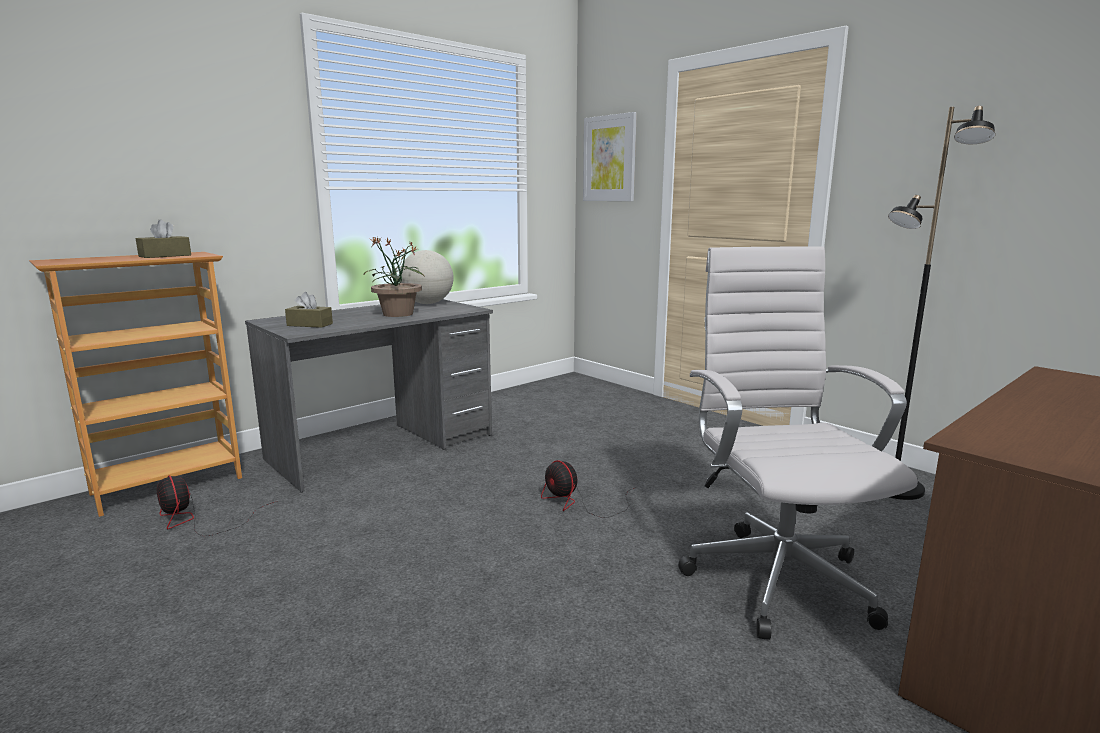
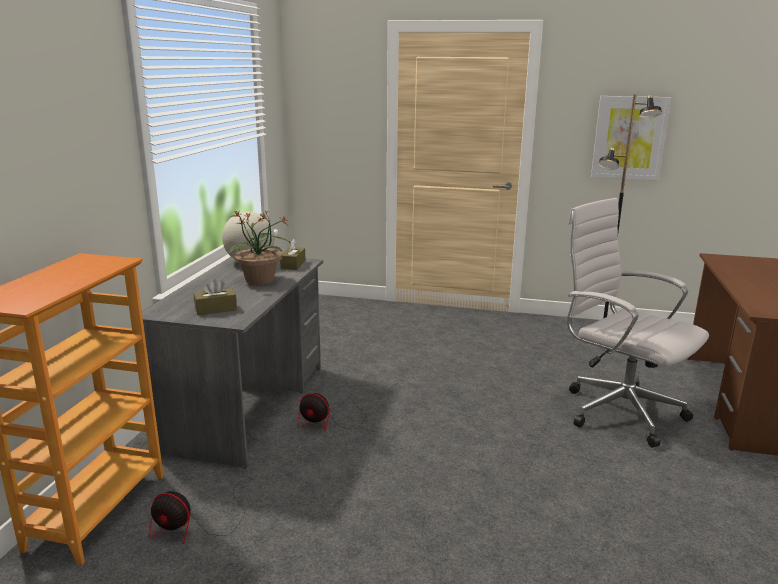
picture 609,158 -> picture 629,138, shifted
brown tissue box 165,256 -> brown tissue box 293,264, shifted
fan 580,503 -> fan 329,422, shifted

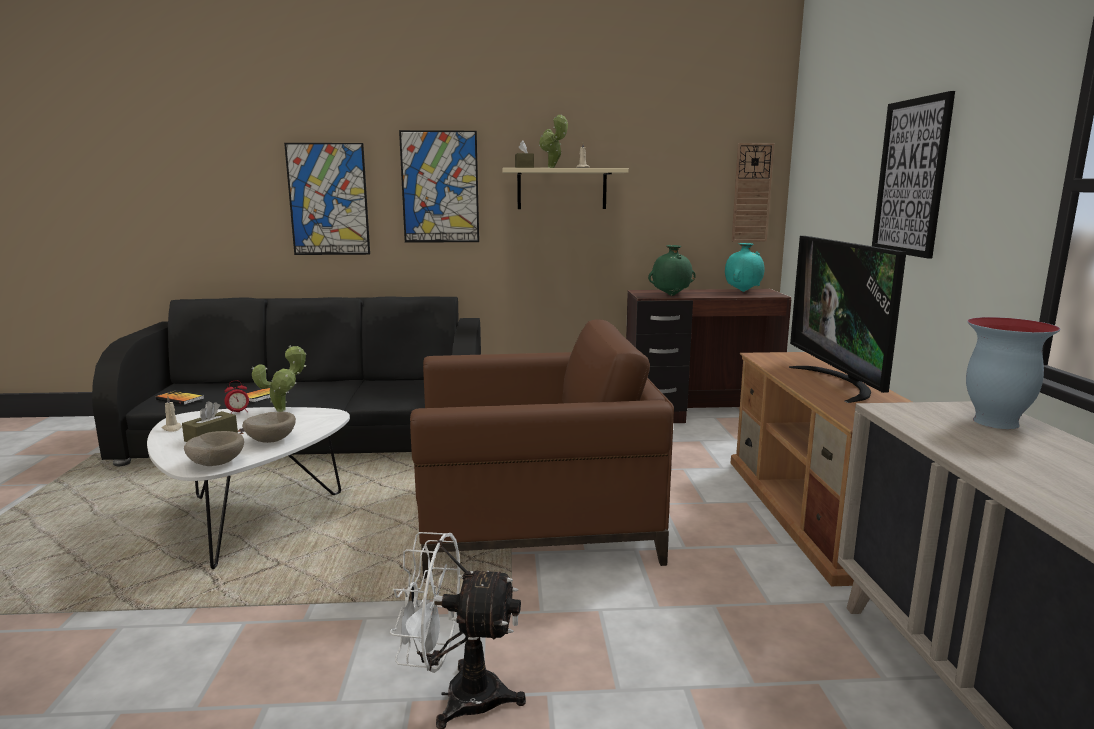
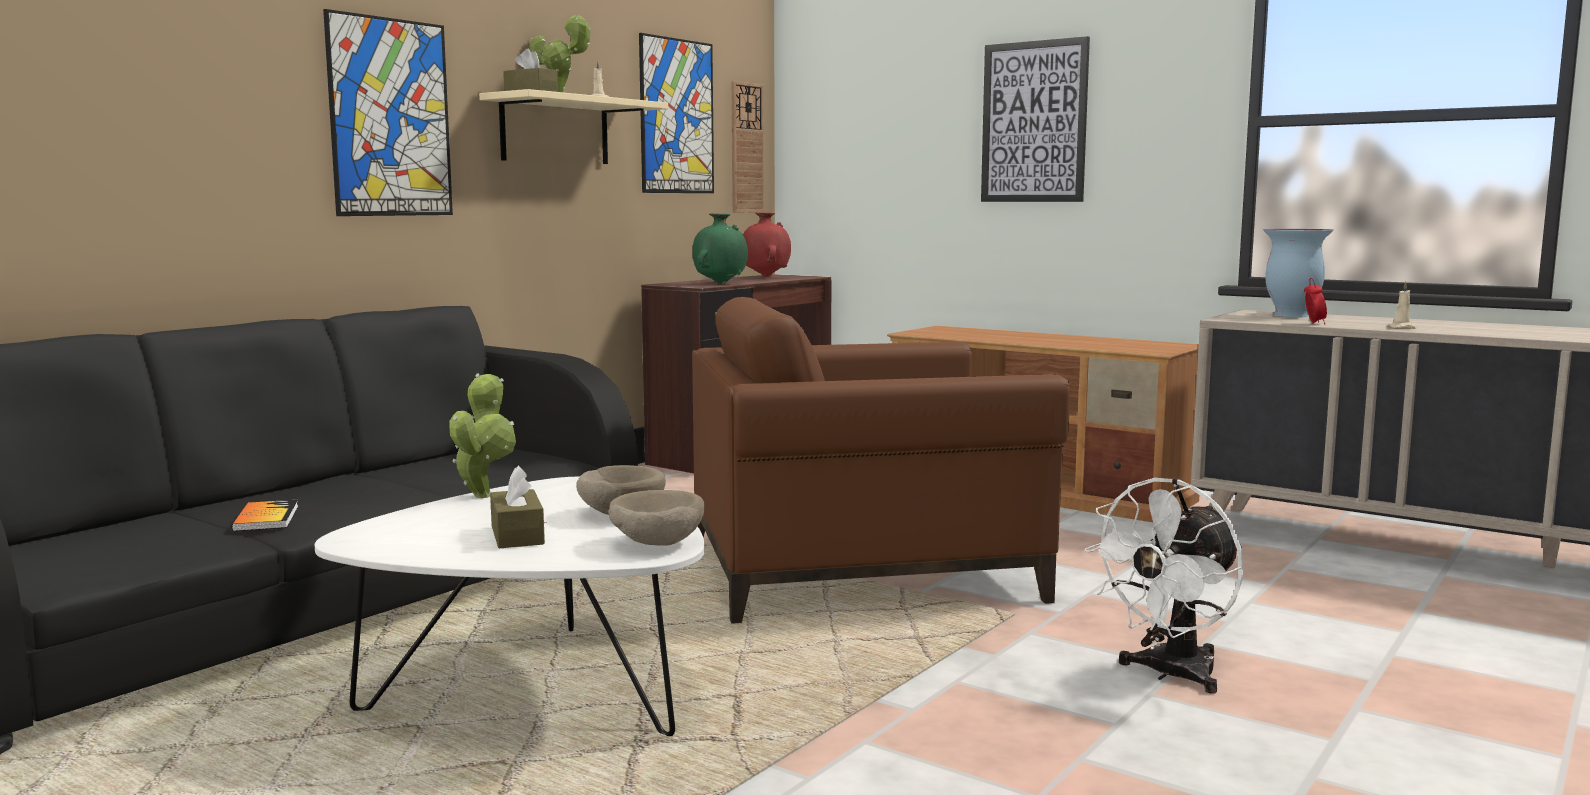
picture 328,199 -> picture 677,116, shifted
television 839,383 -> none
turquoise vase 742,291 -> red vase 765,276
brown armchair 534,520 -> brown armchair 861,567, 135 degrees counterclockwise
alarm clock 238,412 -> alarm clock 1314,323, shifted
book 180,399 -> none
beige candle 172,428 -> beige candle 1403,328, shifted

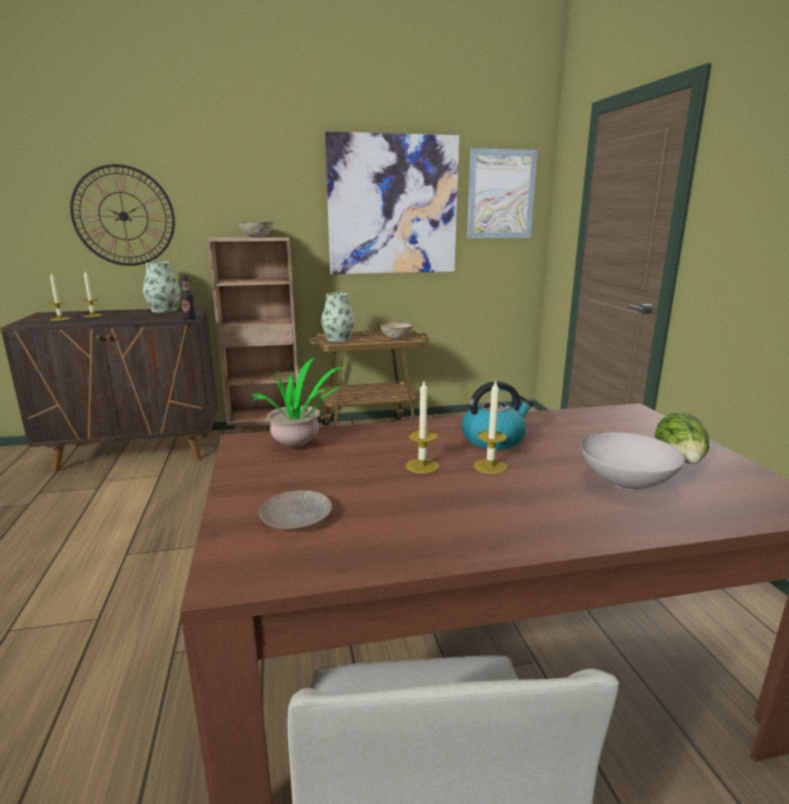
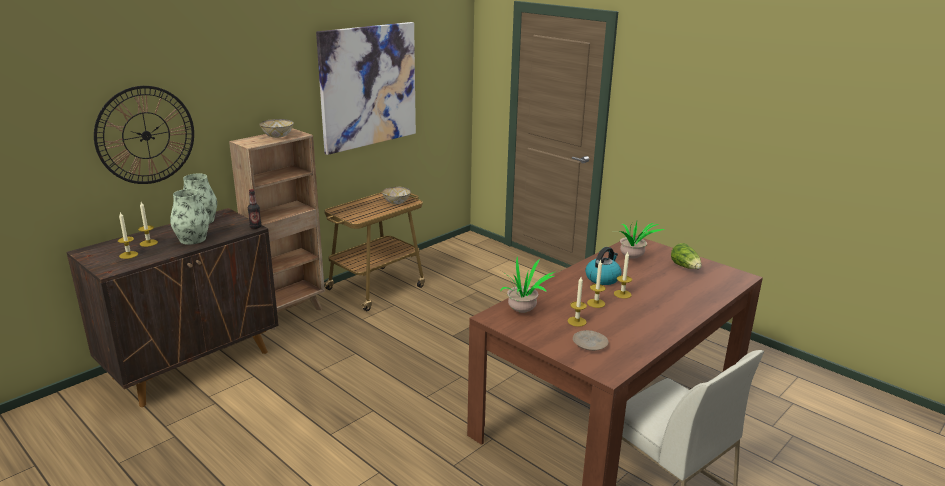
picture 501,194 -> none
vase 338,339 -> vase 192,239, shifted
white bowl 626,482 -> none
none -> potted plant 632,258
none -> candle 577,321

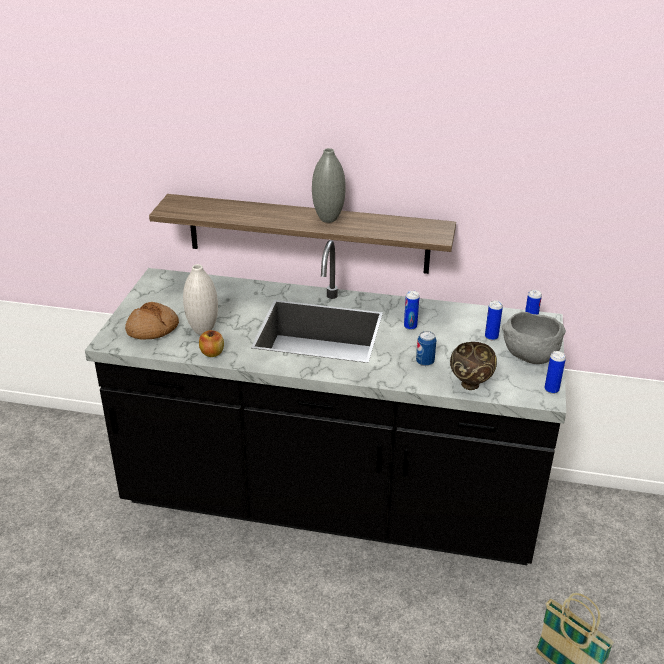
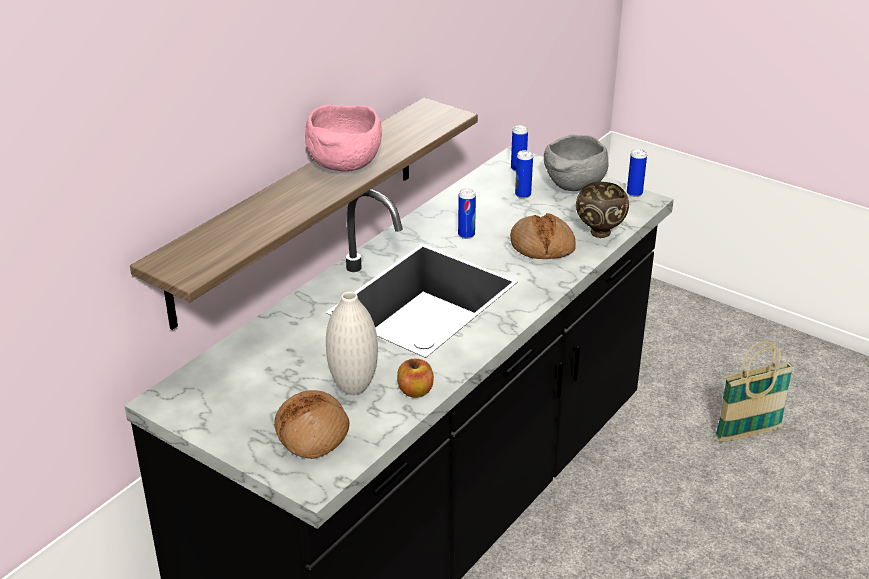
grey vase 328,219 -> pink bowl 345,165
can 425,362 -> bread 542,246

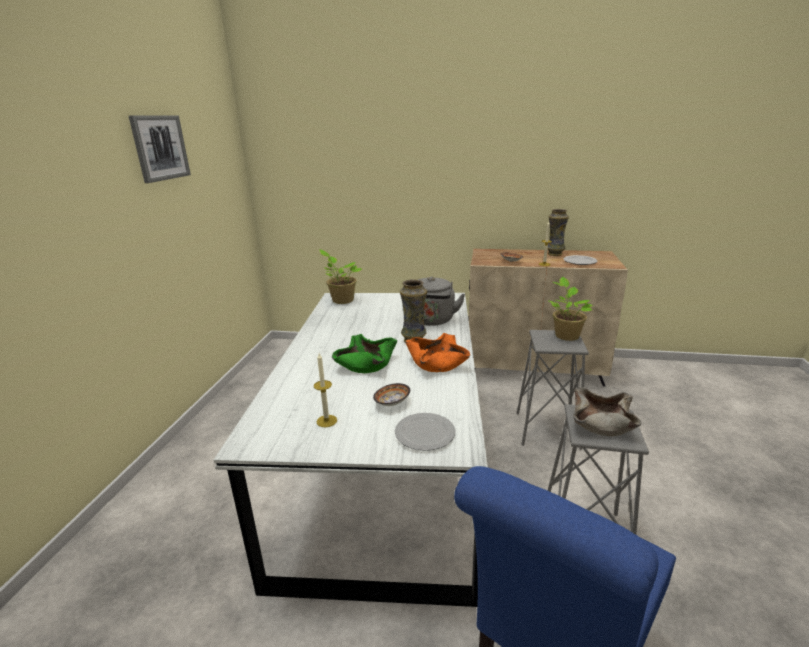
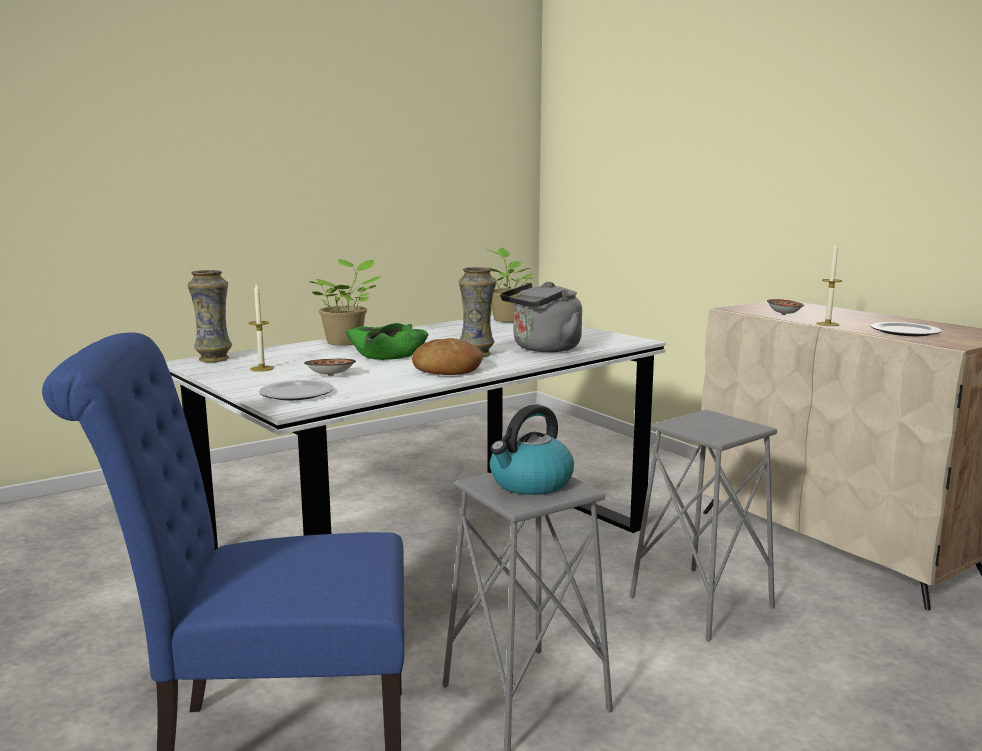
picture 160,148 -> none
vase 554,254 -> vase 214,359, shifted
potted plant 566,335 -> potted plant 346,342, shifted
orange bowl 438,362 -> bread 446,370
beige bowl 600,423 -> kettle 530,483

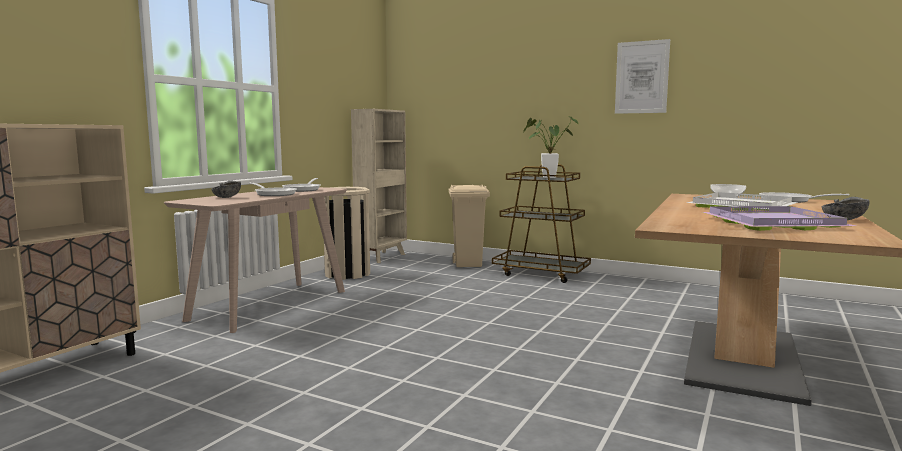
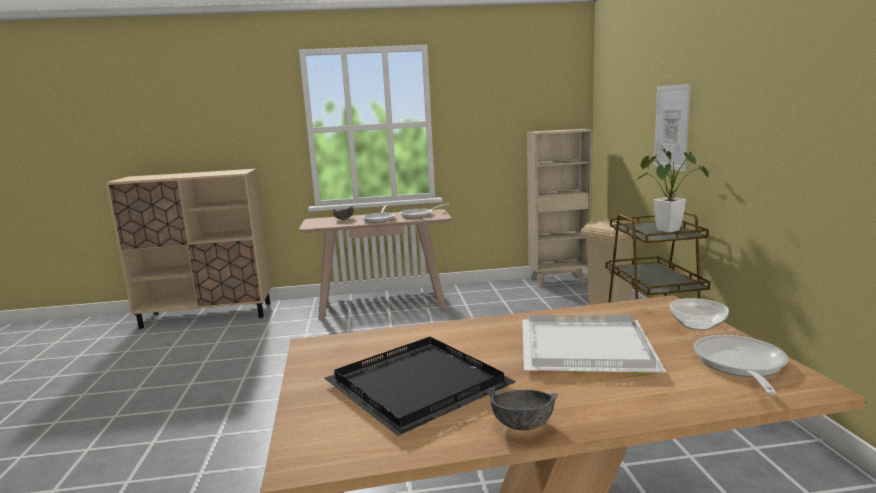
picture 641,77 -> picture 671,127, shifted
beige trash can 347,274 -> none
purple tray 773,223 -> black tray 421,386

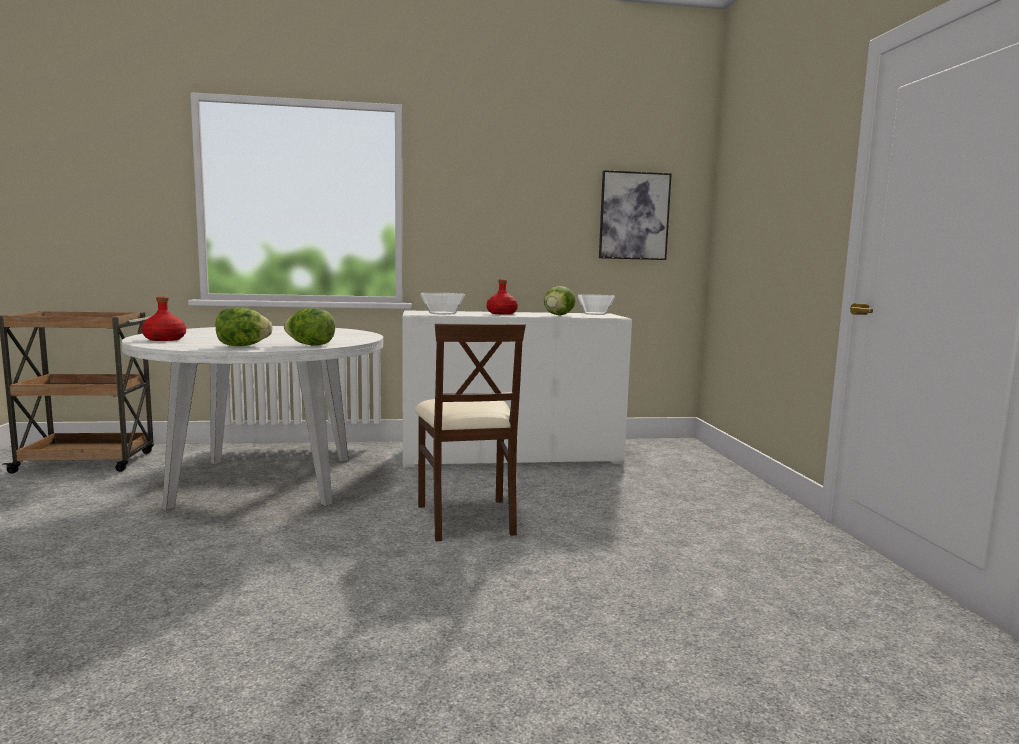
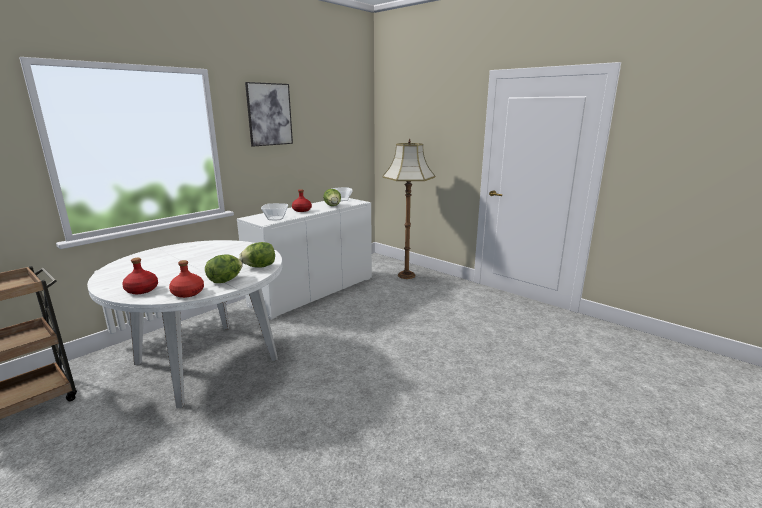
picture 634,216 -> picture 269,114, shifted
beige chair 467,518 -> none
none -> floor lamp 406,276
none -> red bottle 187,293

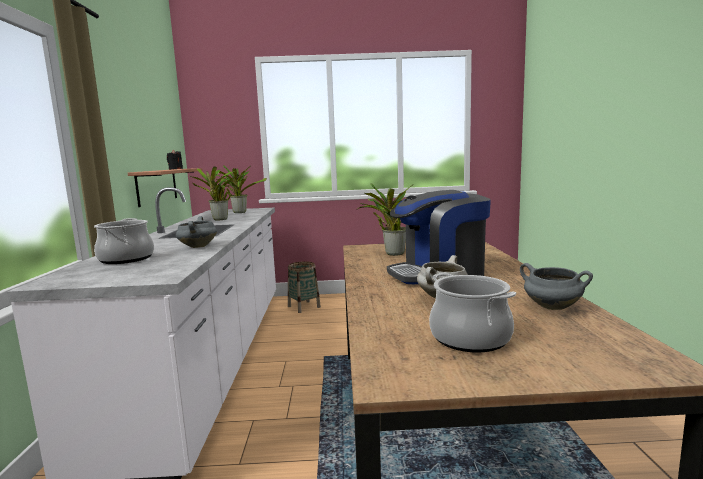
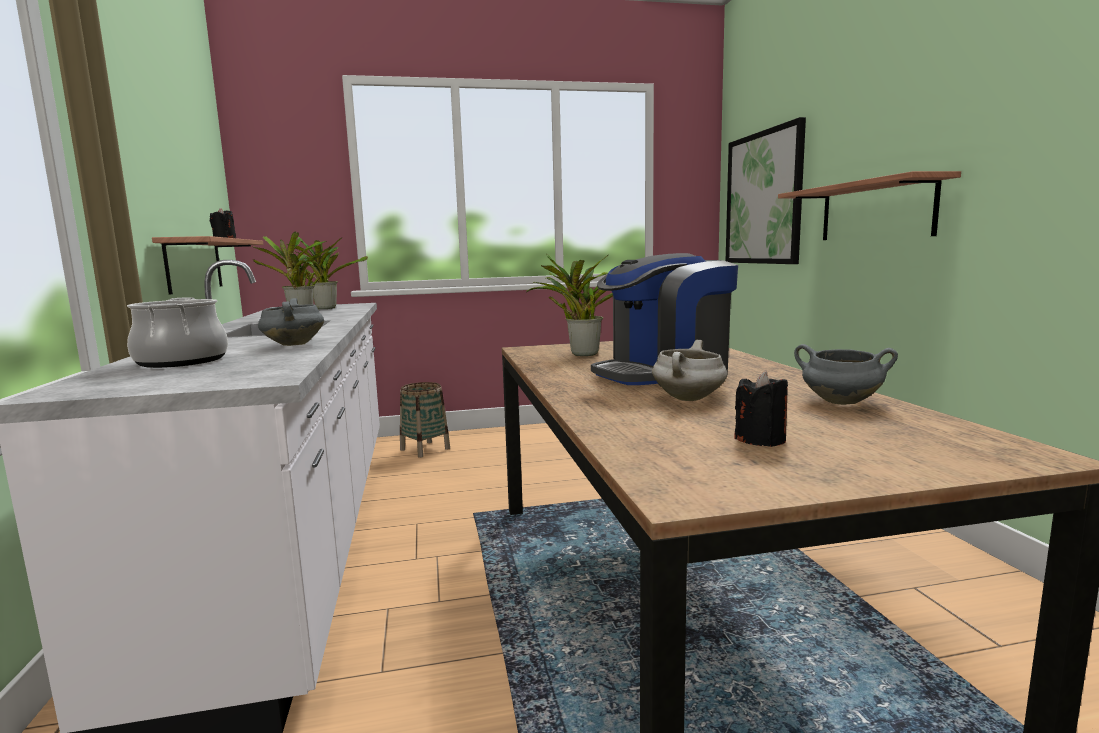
cooking pot 470,338 -> black candle 760,440
none -> picture 763,198
none -> shelf 875,211

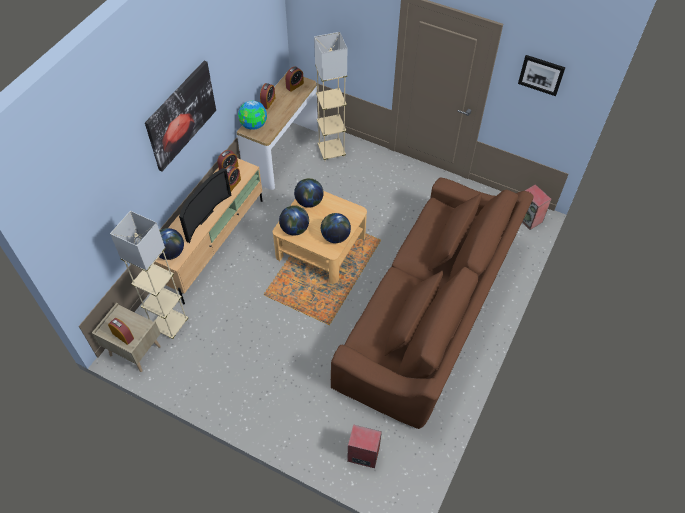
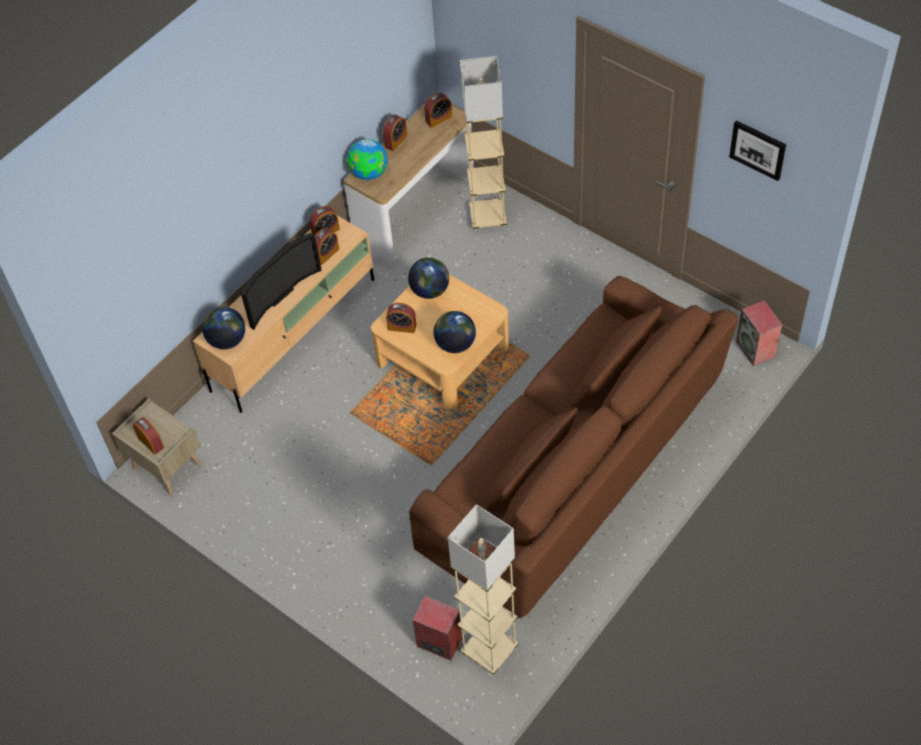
picture 181,115 -> none
globe 295,229 -> alarm clock 402,327
beige floor lamp 170,324 -> beige floor lamp 489,650, shifted

